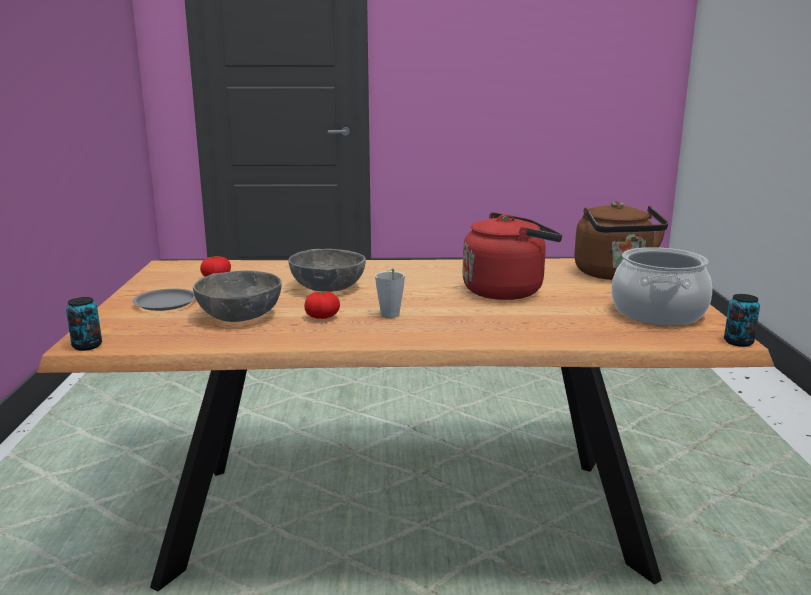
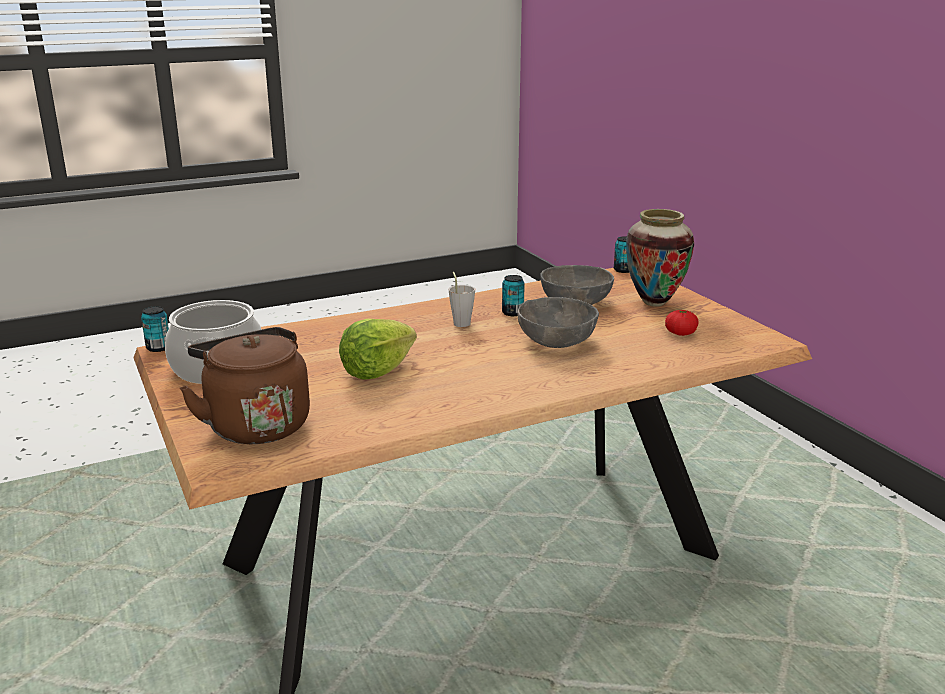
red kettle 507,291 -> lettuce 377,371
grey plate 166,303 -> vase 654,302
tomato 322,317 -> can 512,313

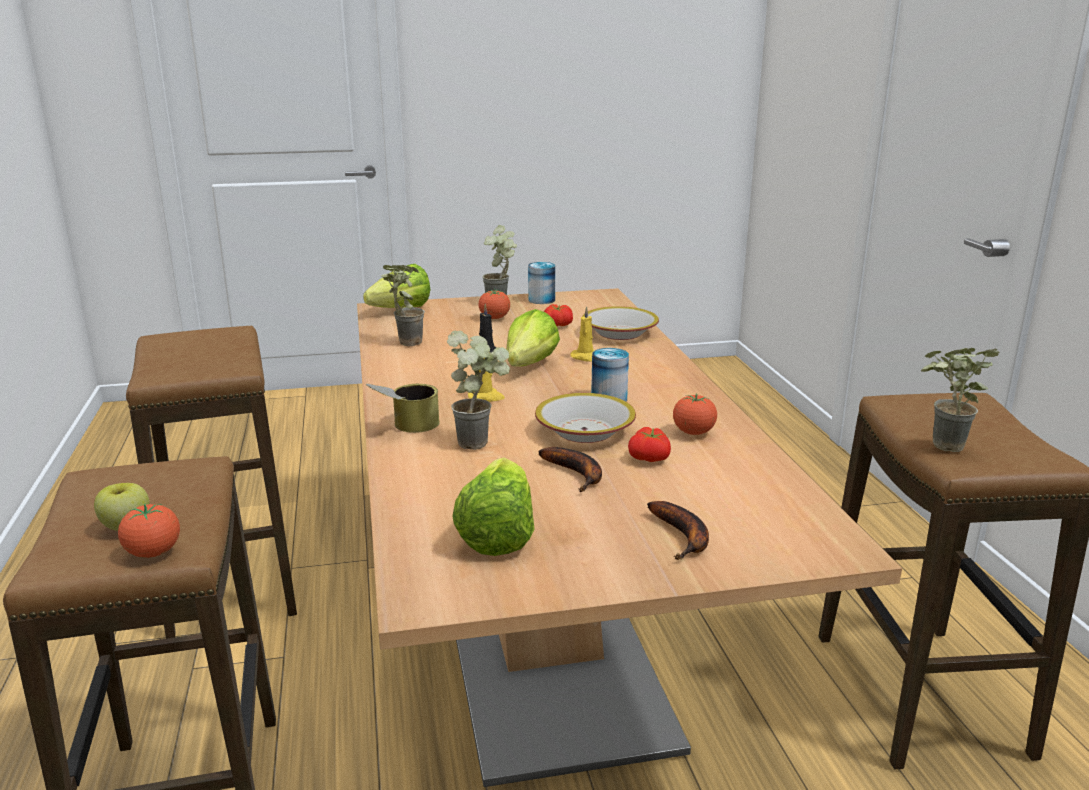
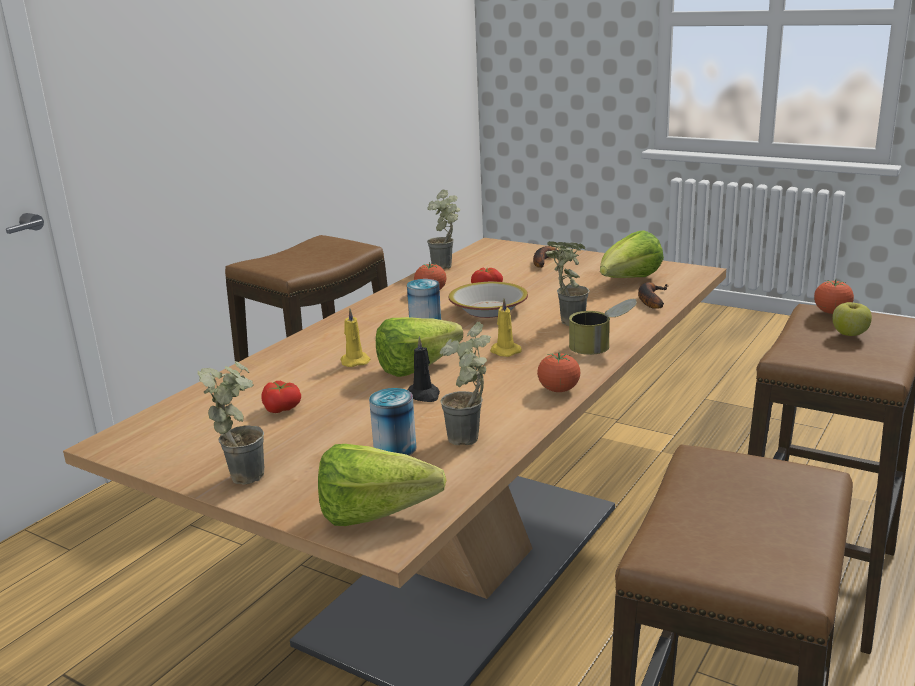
can 541,300 -> can 395,448, shifted
tomato 494,318 -> tomato 558,390, shifted
bowl 619,333 -> none
potted plant 941,448 -> potted plant 447,267, shifted
banana 577,474 -> banana 650,299, shifted

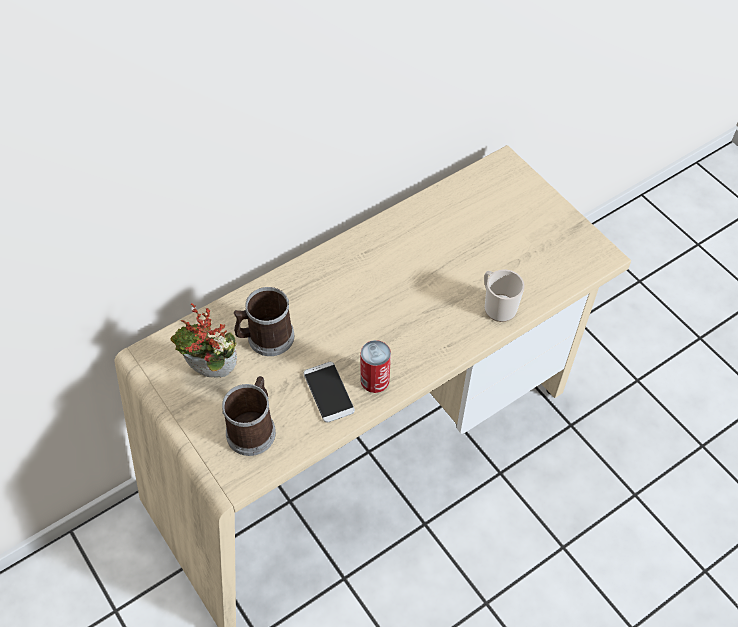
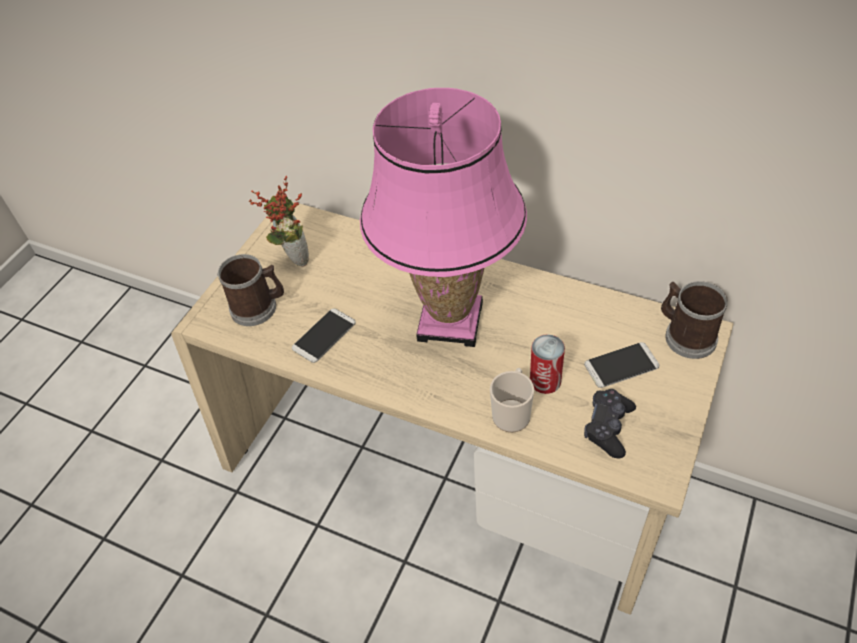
mug 265,338 -> mug 685,335, shifted
can 374,380 -> can 545,380, shifted
none -> pink table lamp 450,322
none -> phone 621,365
none -> black game controller 608,427

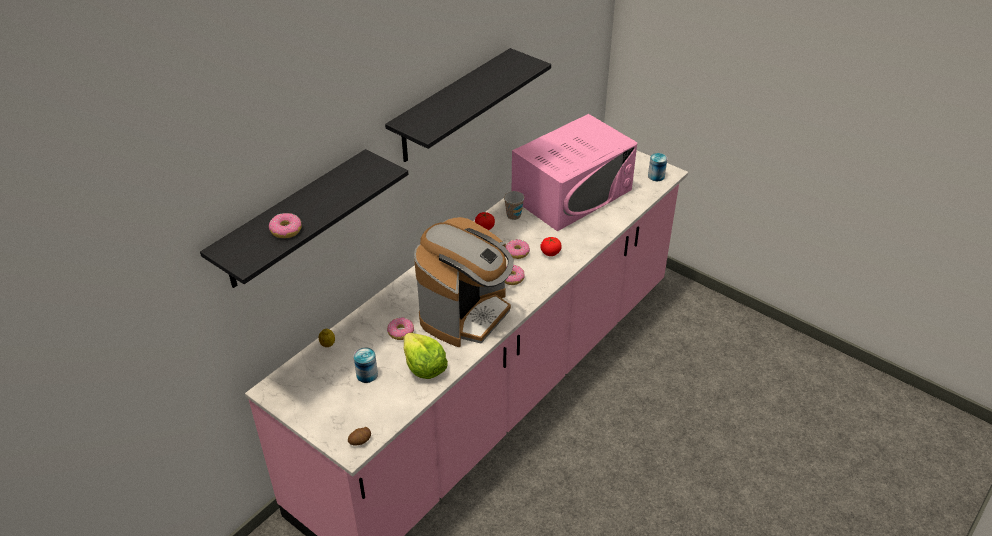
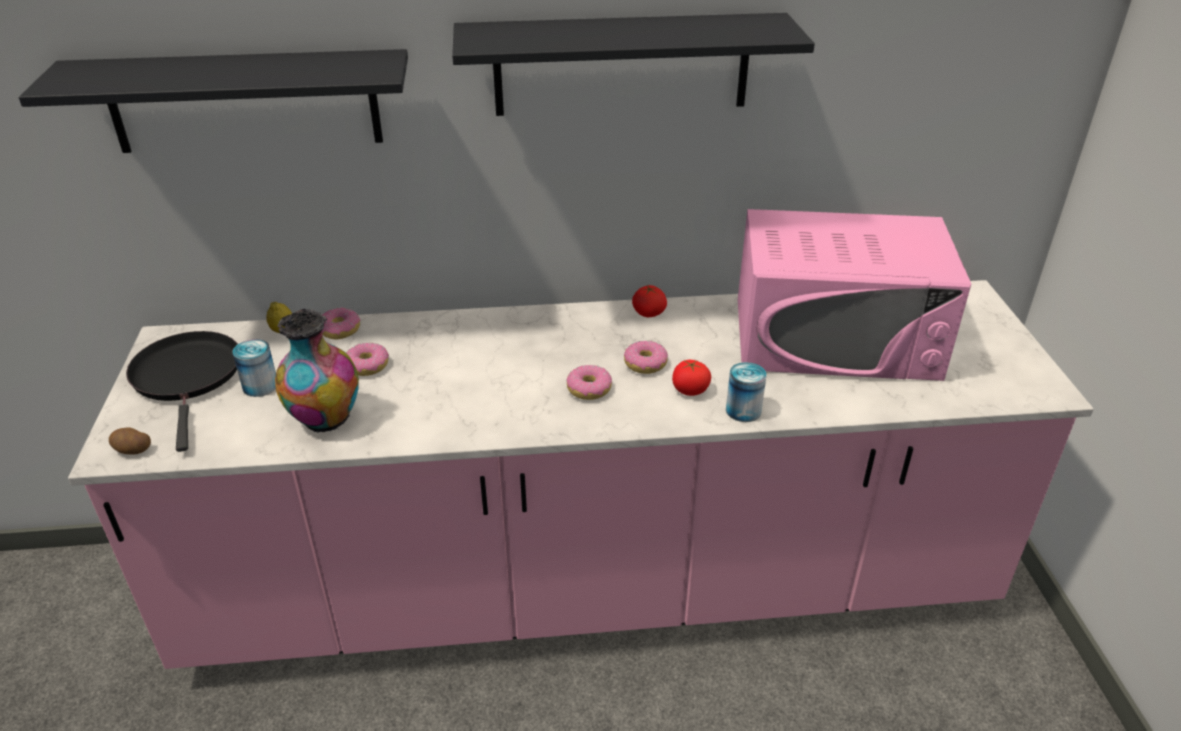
can 656,176 -> can 743,410, shifted
cup 513,215 -> none
donut 286,230 -> donut 339,330, shifted
coffee machine 466,313 -> none
lettuce 424,366 -> vase 324,419
none -> black frying pan 188,377

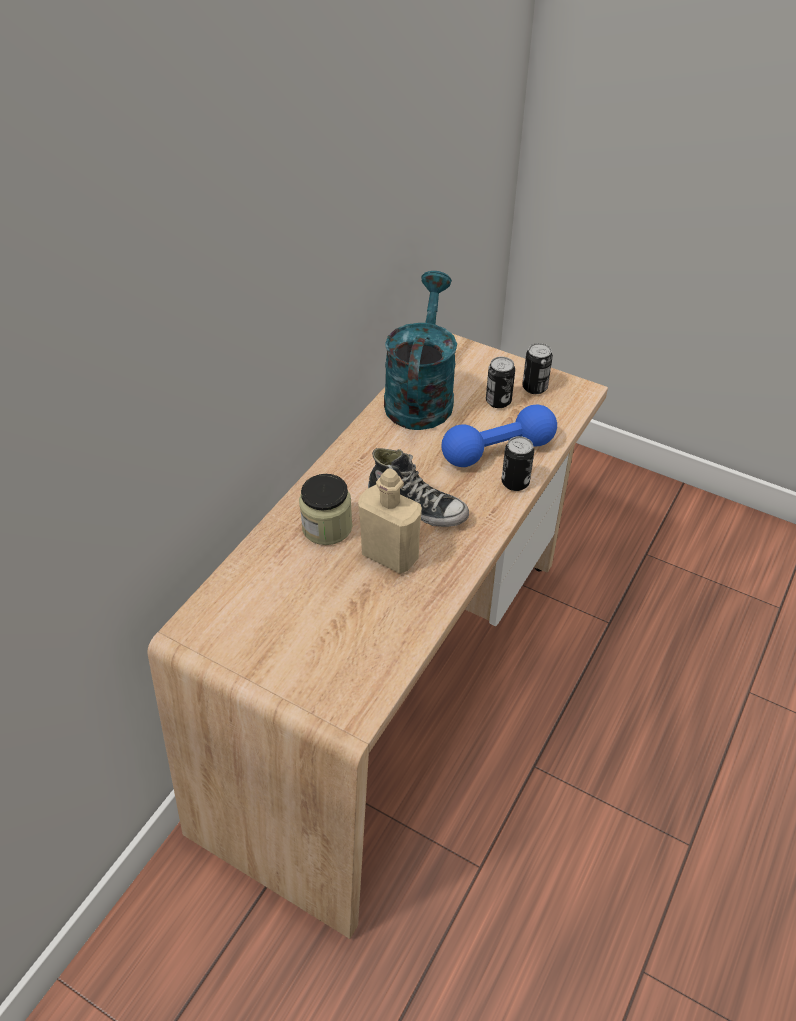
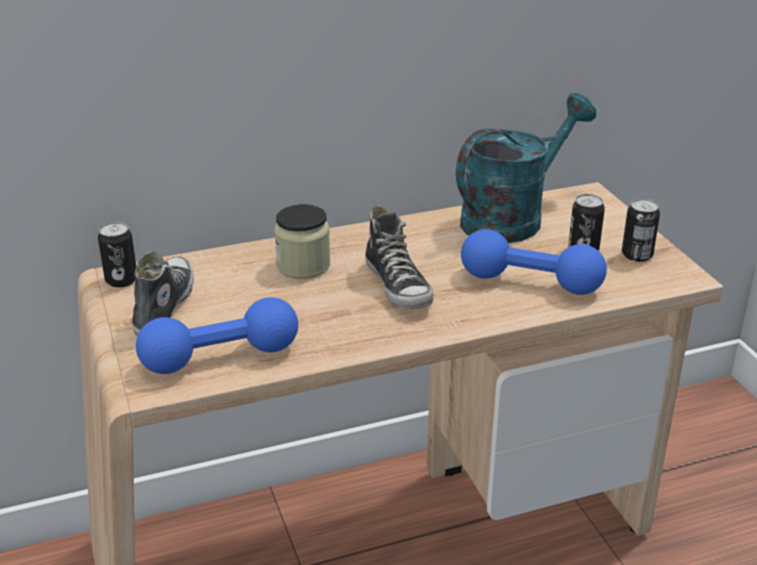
can 515,482 -> can 121,280, shifted
beige bottle 390,555 -> none
none -> shoe 163,307
none -> blue dumbbell 220,357

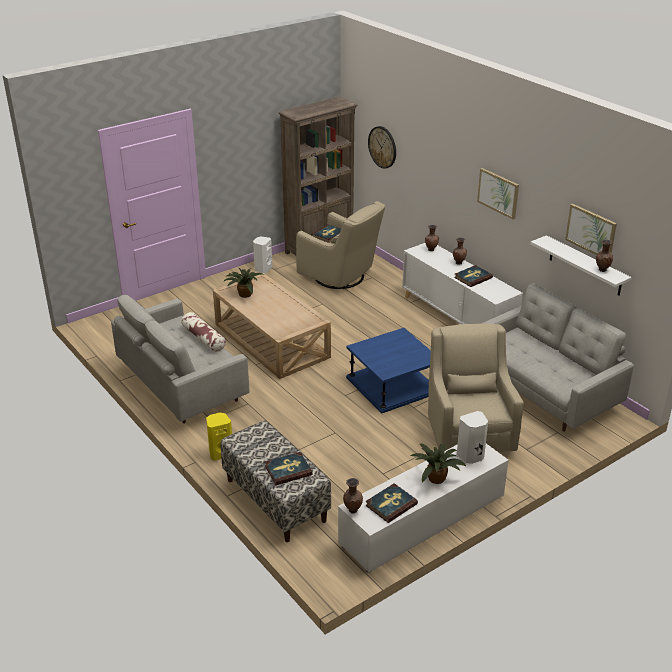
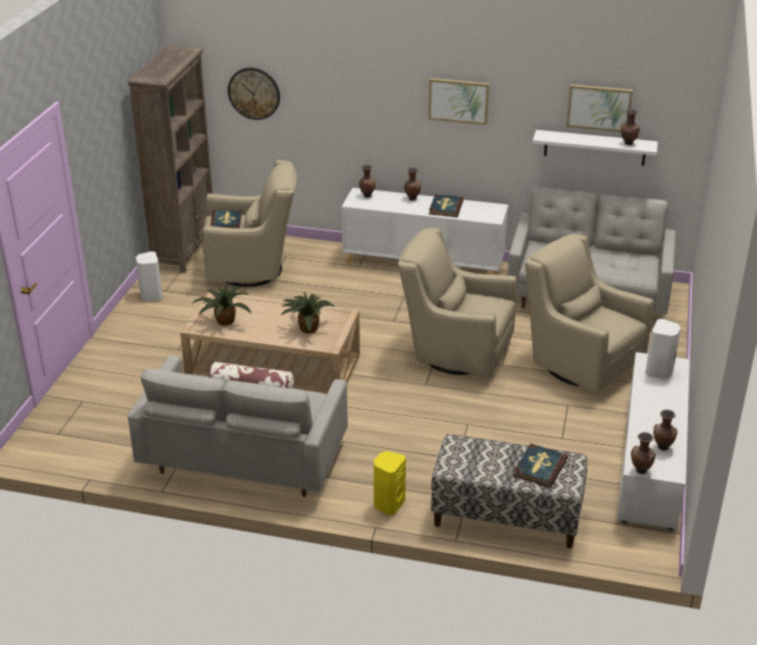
blue side table 392,385 -> beige armchair 454,353
potted plant 436,477 -> potted plant 307,328, shifted
book 391,504 -> brown vase 662,448

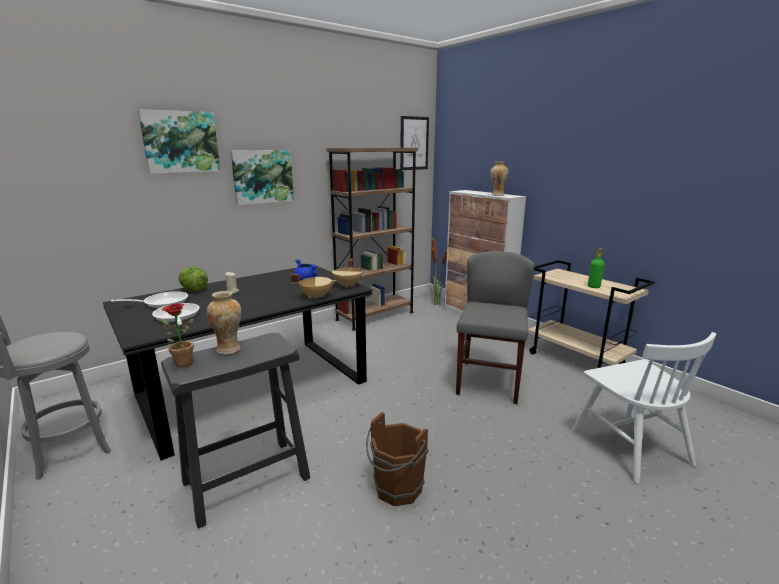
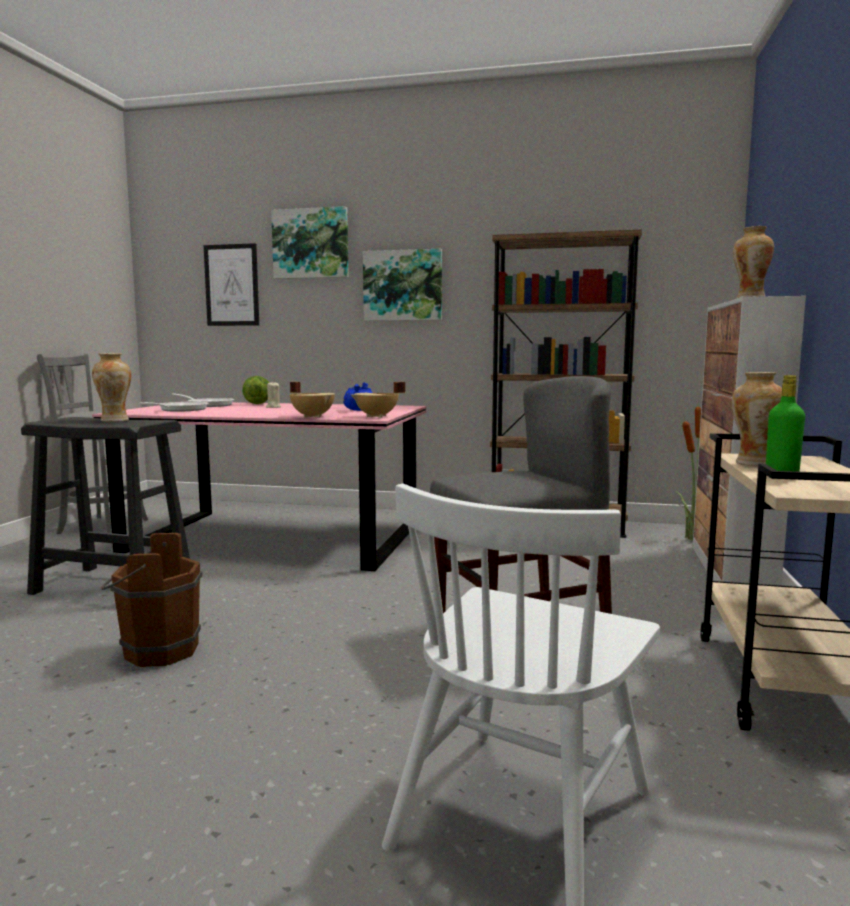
picture 414,143 -> picture 232,285, shifted
black dining table 254,388 -> pink dining table 274,538
potted plant 180,363 -> none
none -> vase 753,463

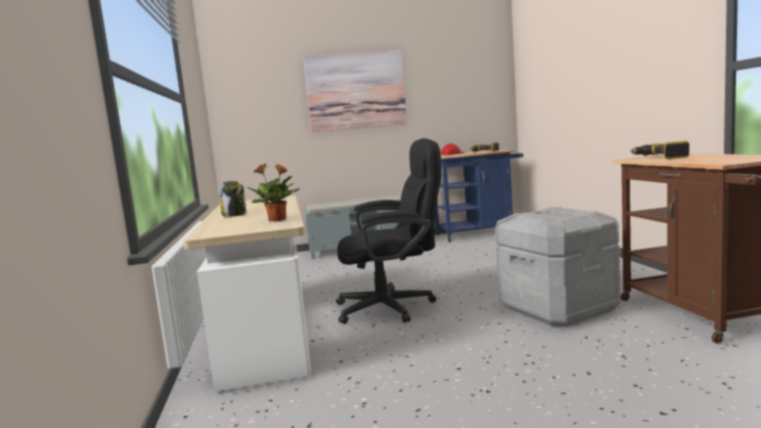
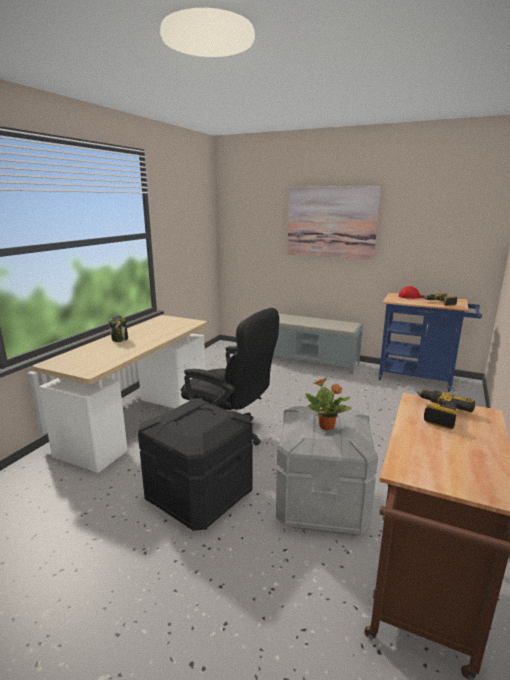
potted plant 278,220 -> potted plant 327,427, shifted
none -> black storage box 199,496

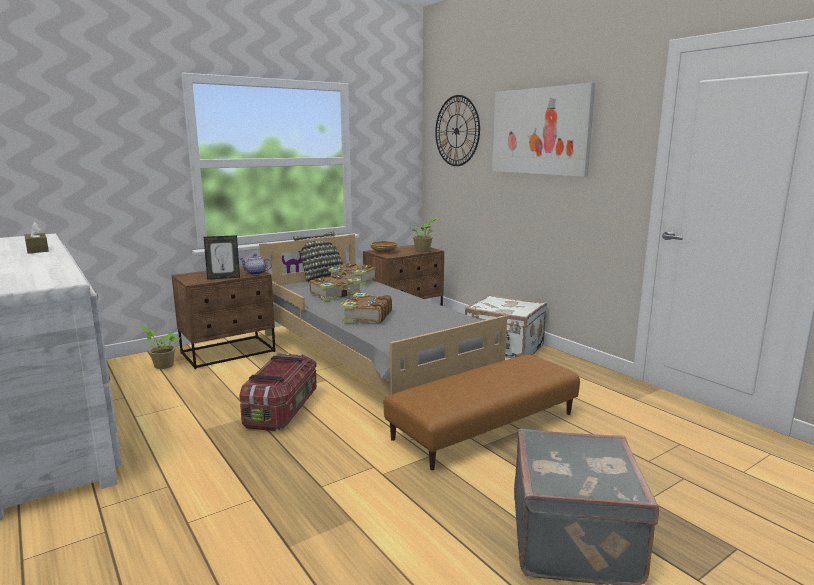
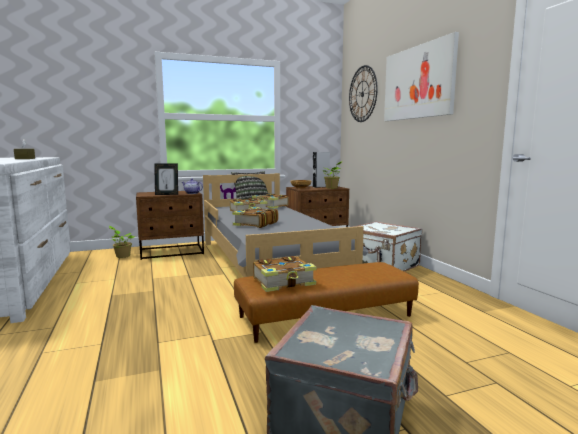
storage box 282,410 -> none
none -> grey speaker 320,186
none -> book 284,282

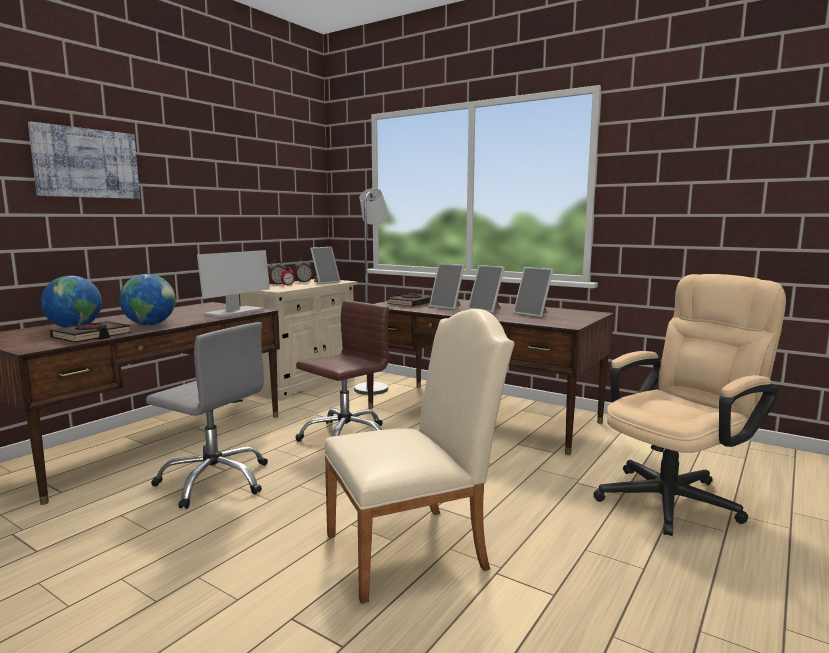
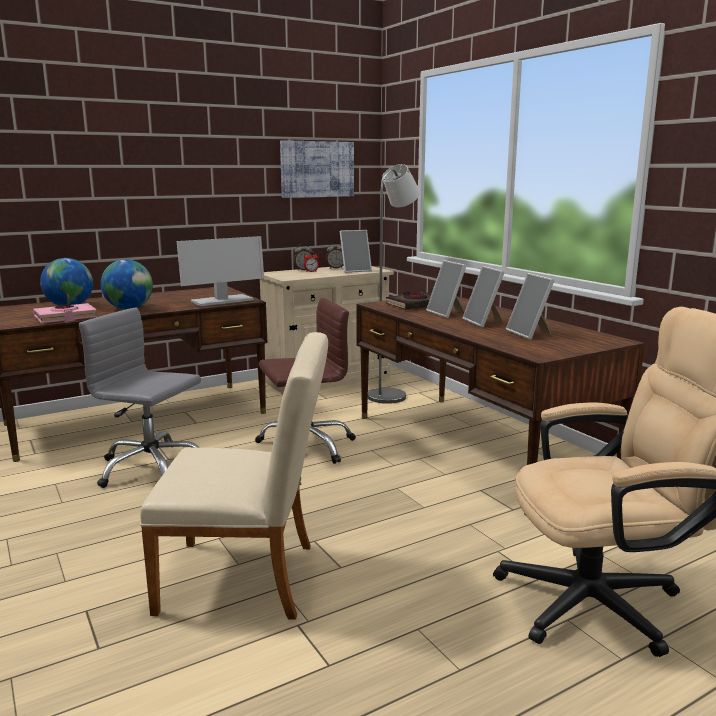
picture 86,163 -> picture 317,169, shifted
black book 92,336 -> pink book 65,317
grey office chair 215,480 -> grey office chair 151,468, 150 degrees clockwise

